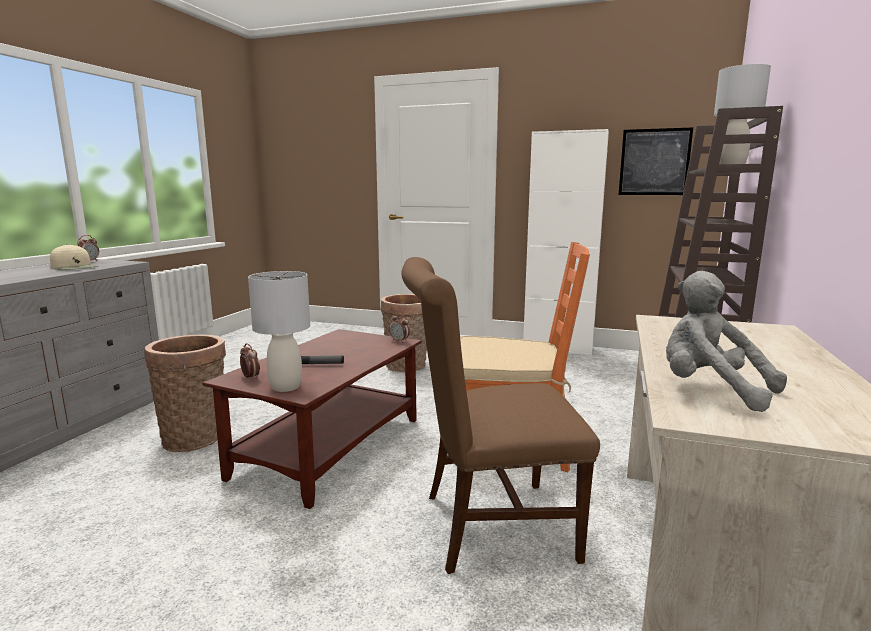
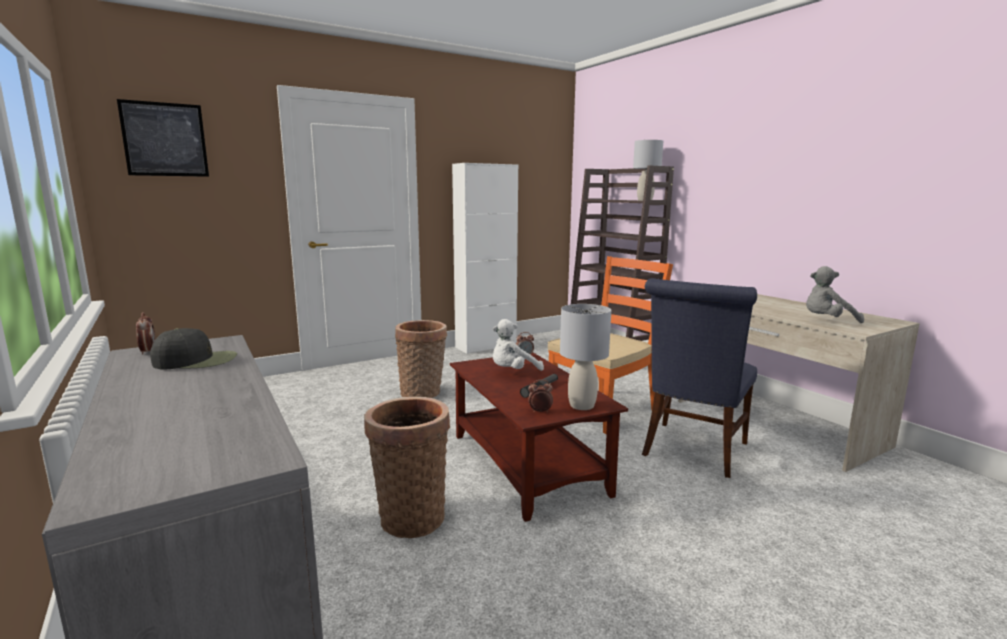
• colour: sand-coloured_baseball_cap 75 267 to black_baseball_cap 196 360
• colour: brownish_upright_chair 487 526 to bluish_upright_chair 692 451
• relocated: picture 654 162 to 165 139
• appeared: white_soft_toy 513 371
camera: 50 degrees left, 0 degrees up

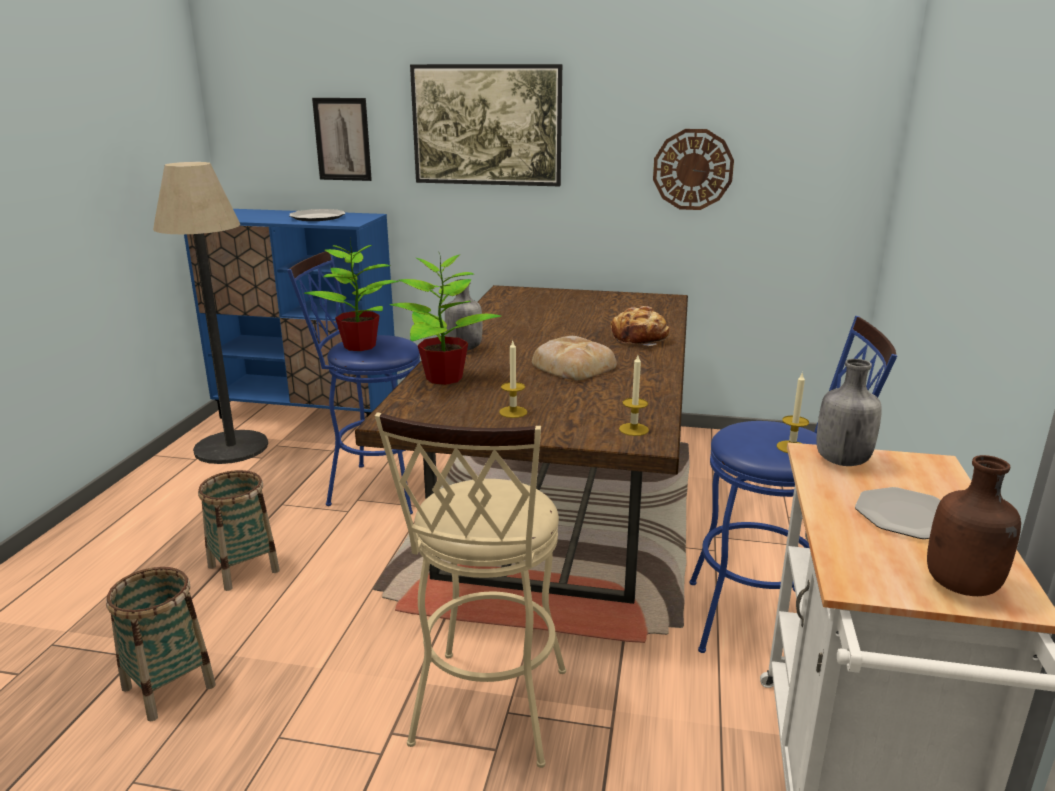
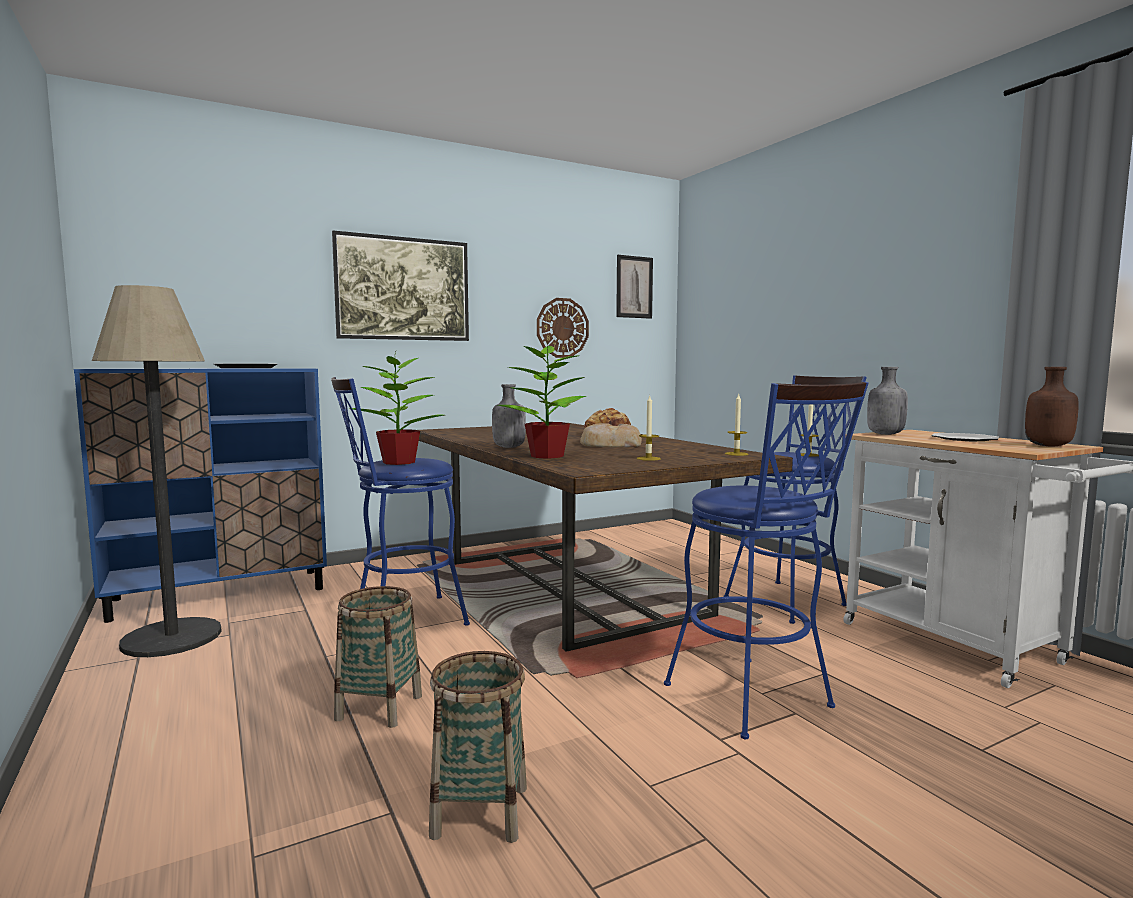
• relocated: picture 342 139 to 634 287
• colour: sand-coloured_stool 486 717 to bluish_stool 756 701
camera: 40 degrees left, 15 degrees down

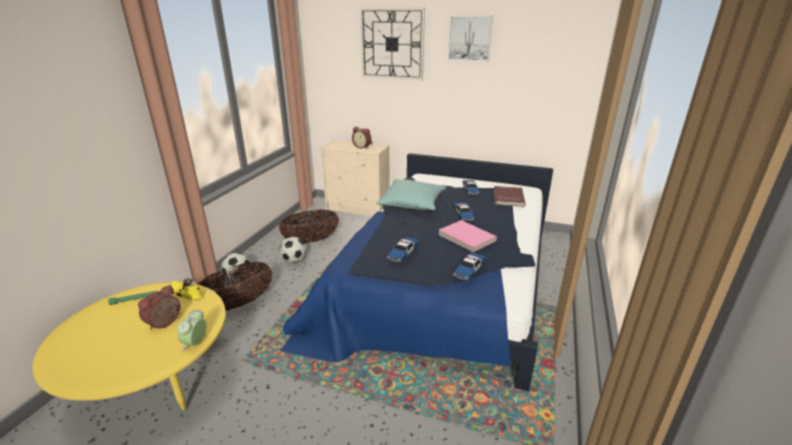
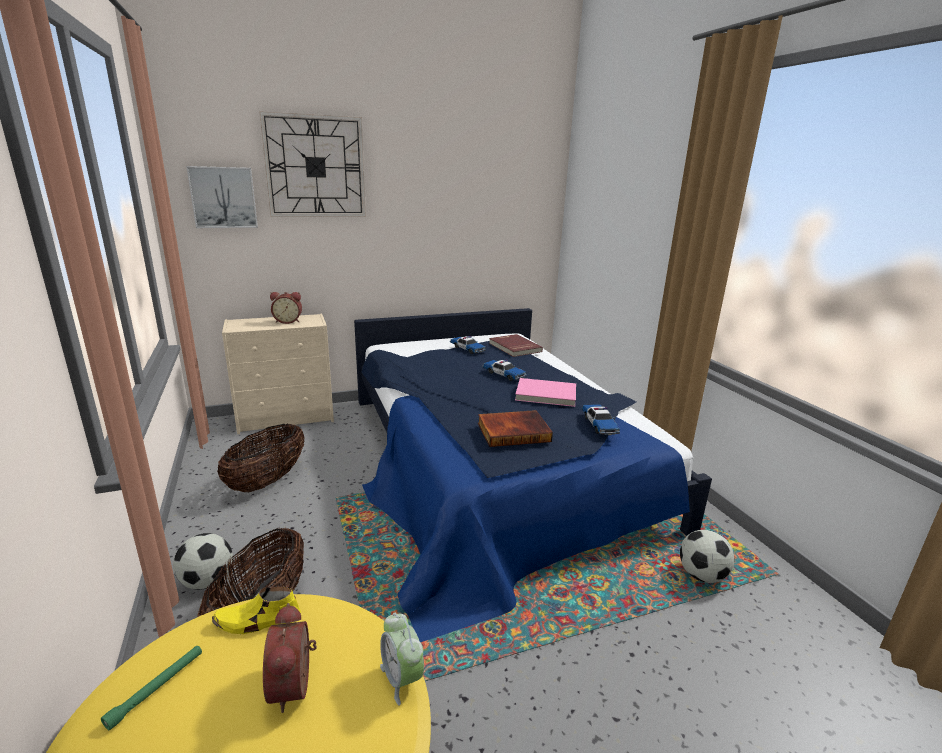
• relocated: football_ball 294 260 to 701 575
• missing: turquoise-coloured_cushion 412 204
• exchanged: model_car 403 253 to volume 513 431
• relocated: picture 470 38 to 223 197
camera: 40 degrees left, 5 degrees down

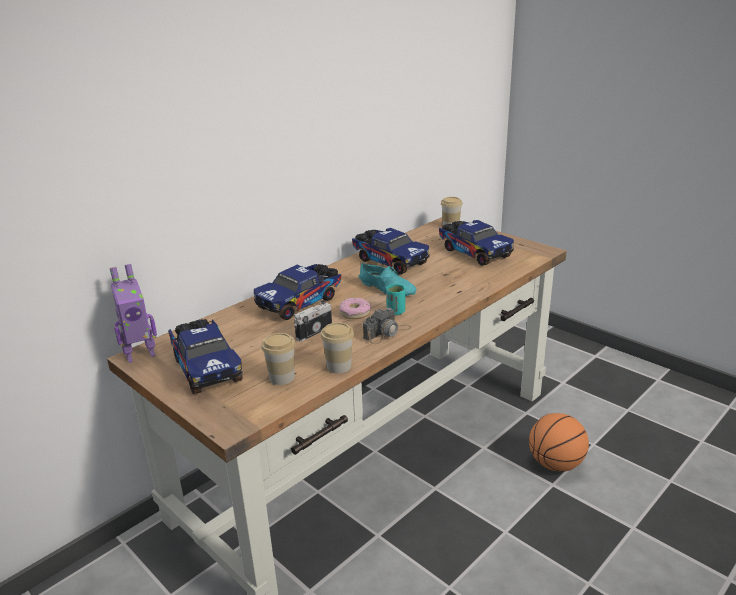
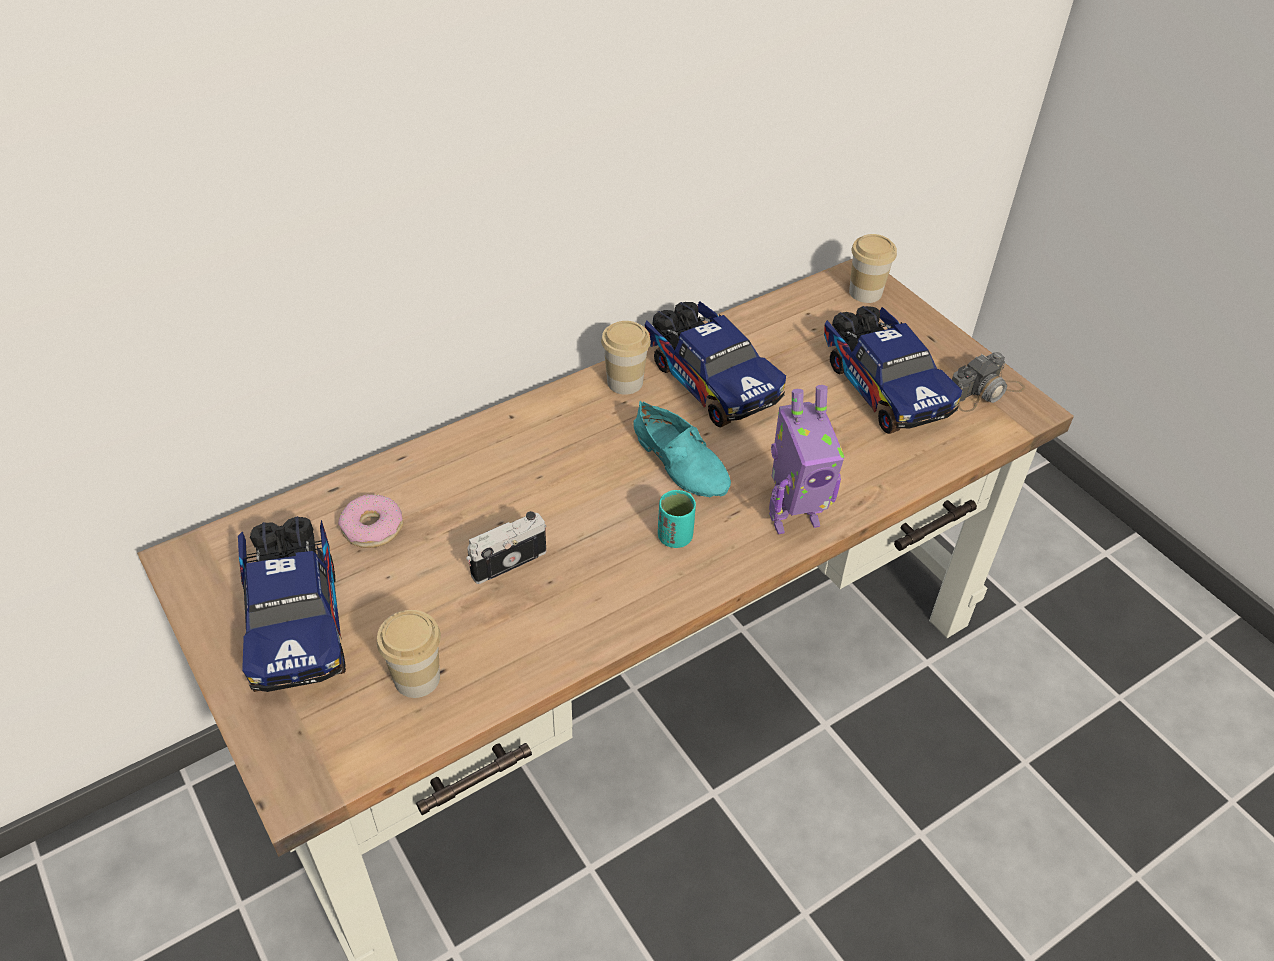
• relocated: robot_figure 140 354 to 793 517
• missing: toy_truck 301 302
• relocated: cup 339 366 to 625 382
• relocated: ring_doughnut 355 313 to 372 528
• relocated: photo_camera 387 332 to 985 392
• missing: basketball 555 464
camera: 10 degrees right, 20 degrees up

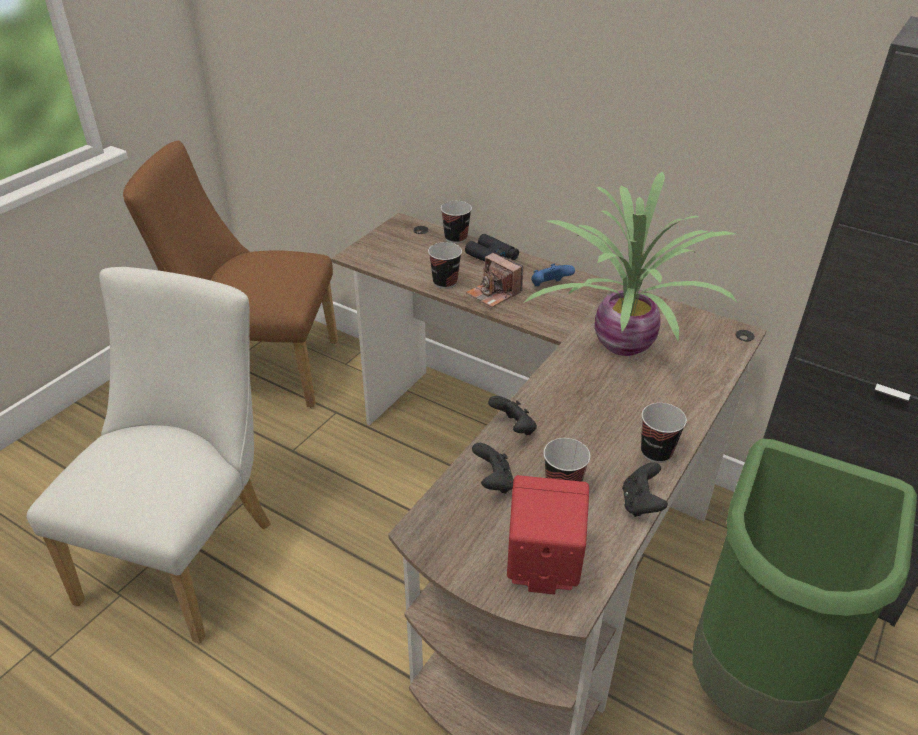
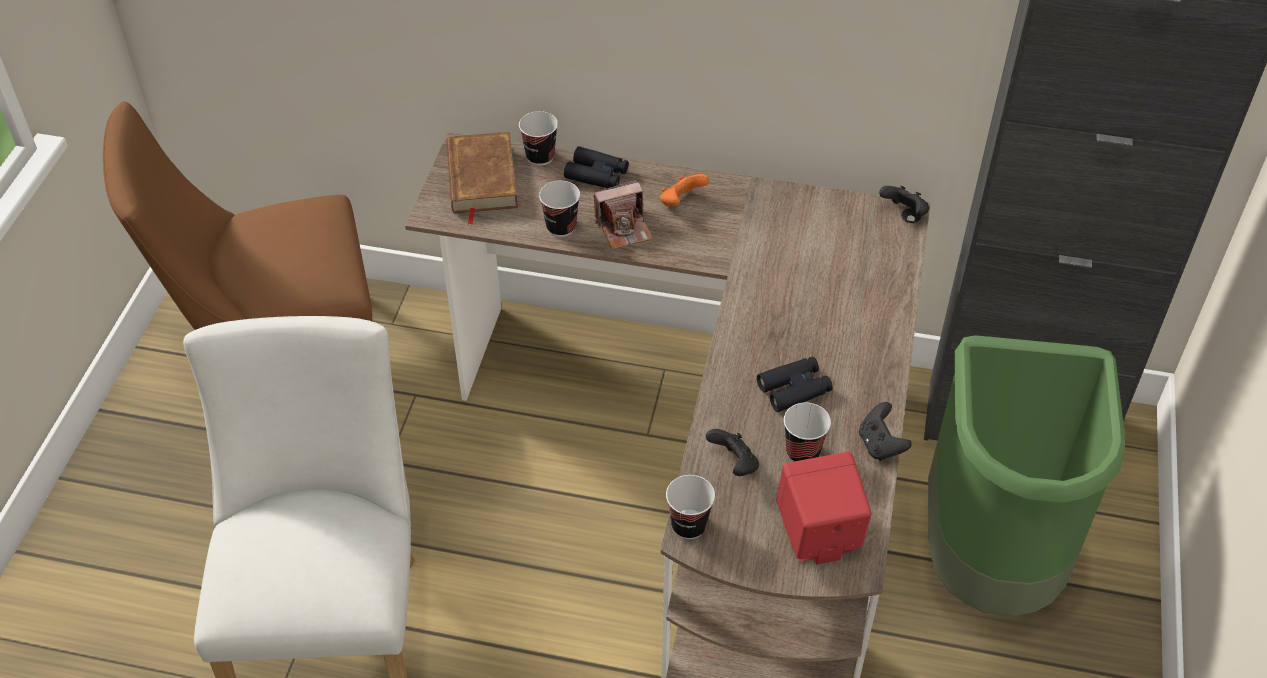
• spun: photo_camera 494 293 = 624 228 45 degrees counterclockwise
• relocated: black_joypad 514 428 to 904 212
• missing: houseplant 619 344
• colour: bluish_joypad 549 286 to orangey_joypad 681 202
• relocated: cup 656 452 to 689 525
• appeared: brownish_volume 481 179
• appeared: black_binoculars 794 389
camera: 20 degrees left, 10 degrees up

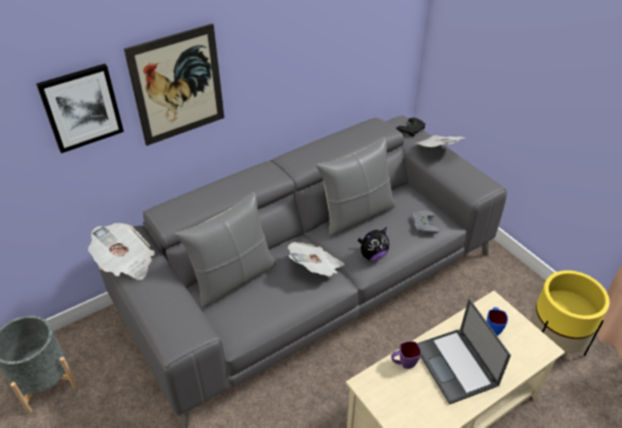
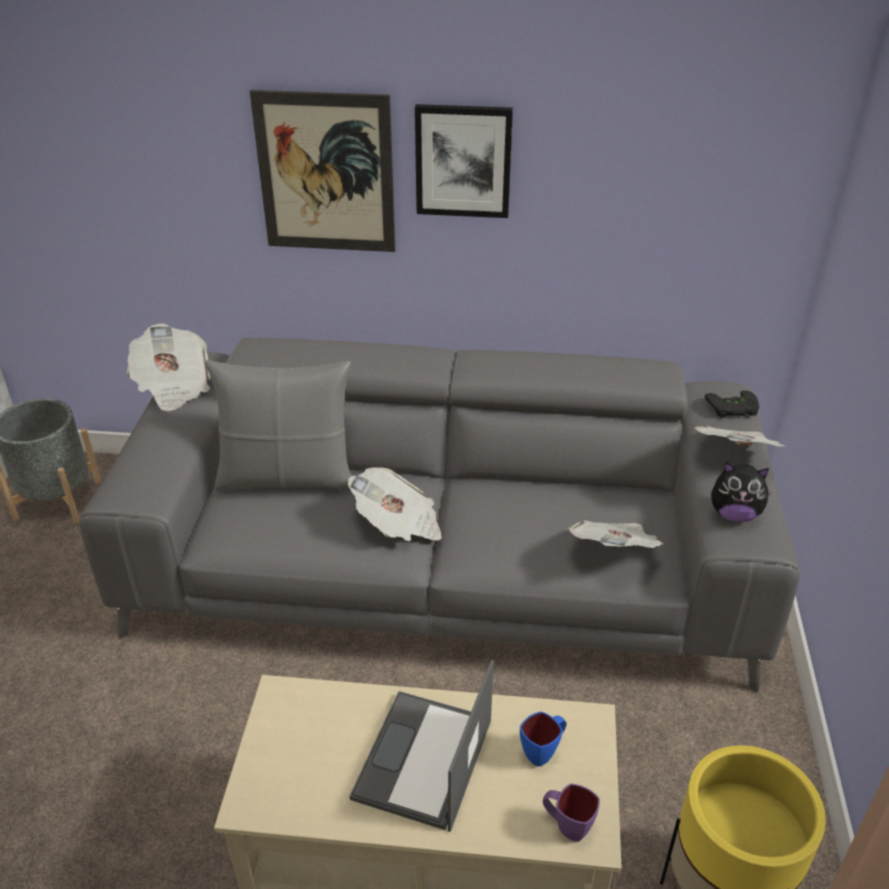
• relocated: picture 81 107 to 463 161
• missing: gray_cushion 356 214
• relocated: soft_toy 372 255 to 734 514
• relocated: purple_tea_mug 403 364 to 566 826
• exchanged: gray_joypad 422 224 to printed_paper 614 552
camera: 40 degrees right, 5 degrees down

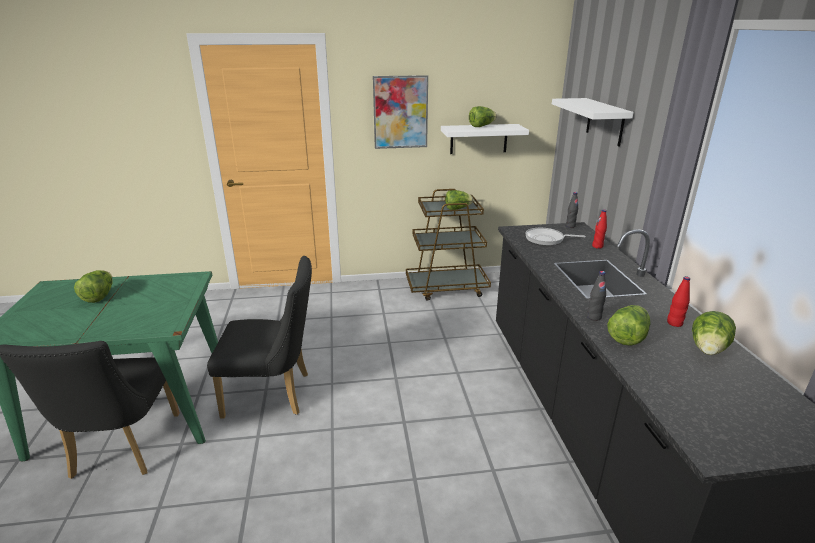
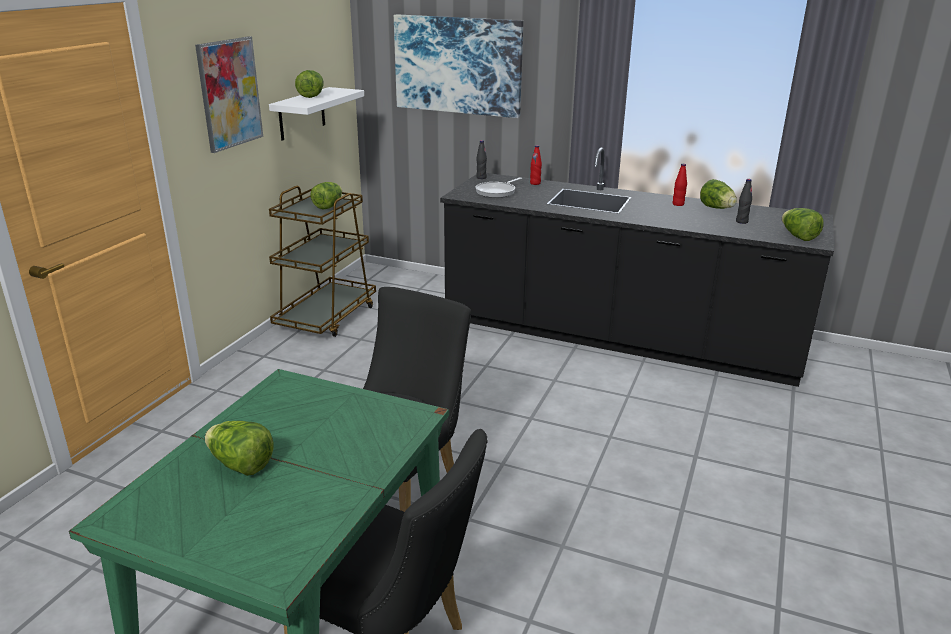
• exchanged: white_shelf 605 121 to picture 458 65
• relocated: black_beverage_bottle 594 317 to 741 222
• relocated: head_of_lettuce 627 337 to 798 236
camera: 60 degrees left, 0 degrees up

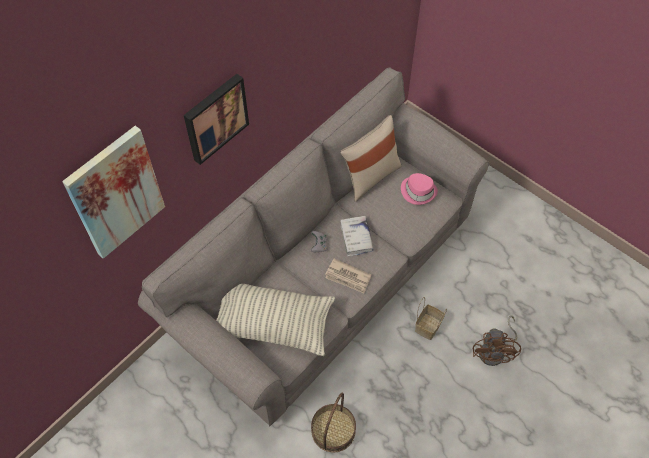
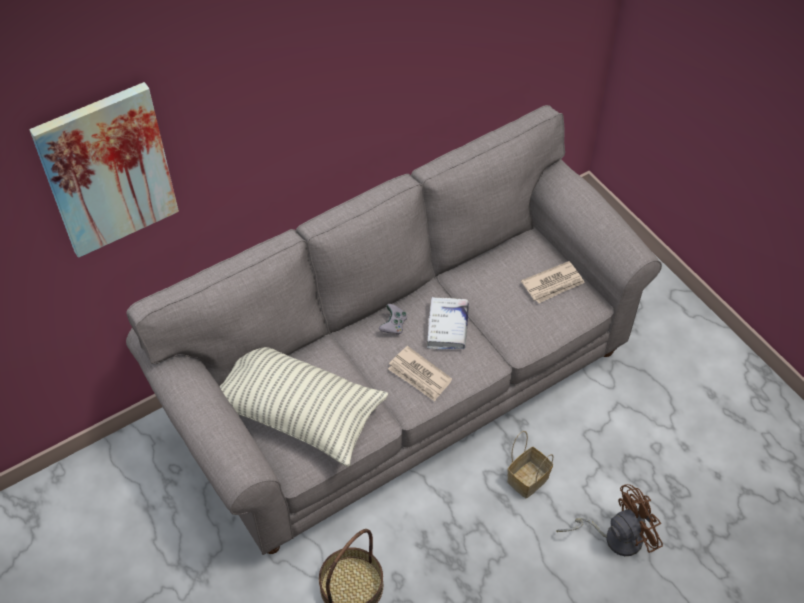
• missing: picture 215 117
• missing: sand-coloured_cushion 370 176
• exchanged: pinkish_clothing_hat 418 191 to printed_paper 553 284
• spun: brownish_fan 495 351 = 615 536 135 degrees counterclockwise
camera: 15 degrees right, 5 degrees down

